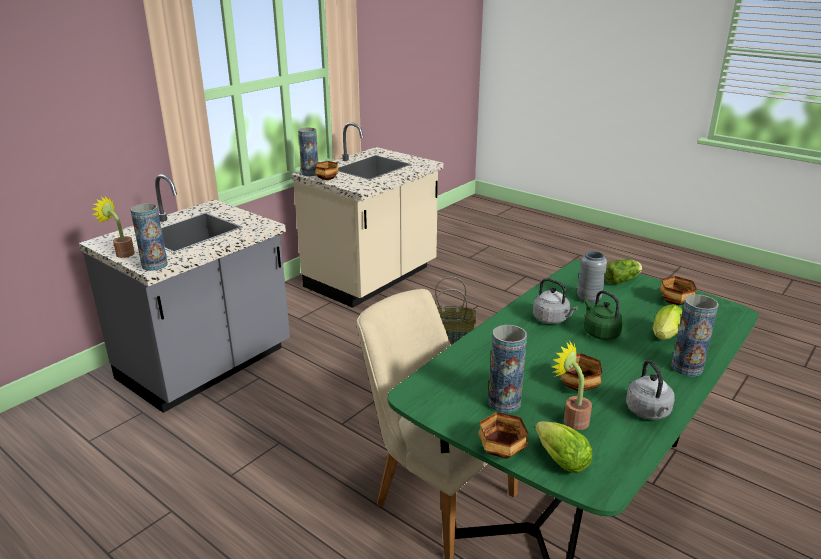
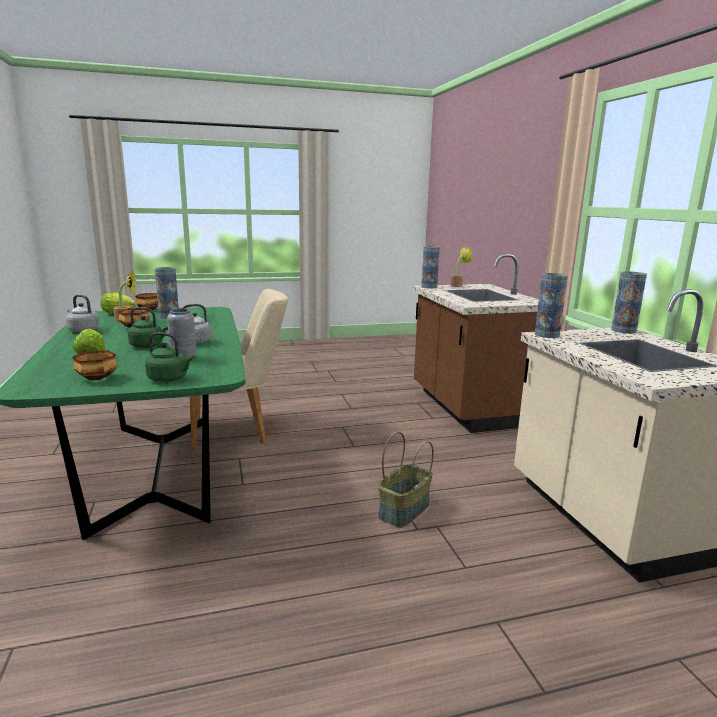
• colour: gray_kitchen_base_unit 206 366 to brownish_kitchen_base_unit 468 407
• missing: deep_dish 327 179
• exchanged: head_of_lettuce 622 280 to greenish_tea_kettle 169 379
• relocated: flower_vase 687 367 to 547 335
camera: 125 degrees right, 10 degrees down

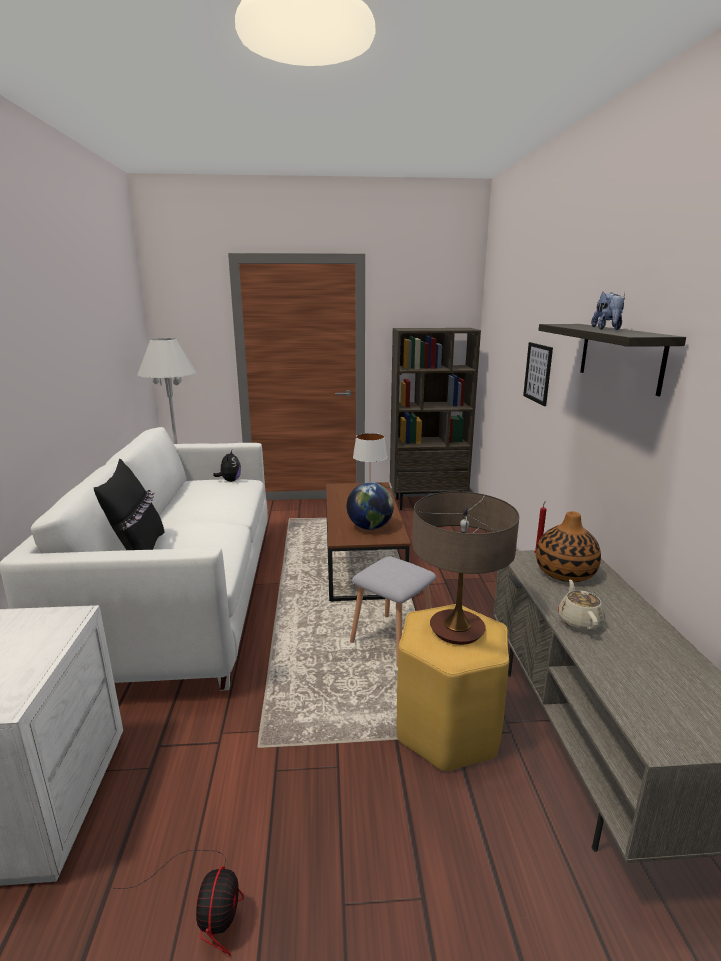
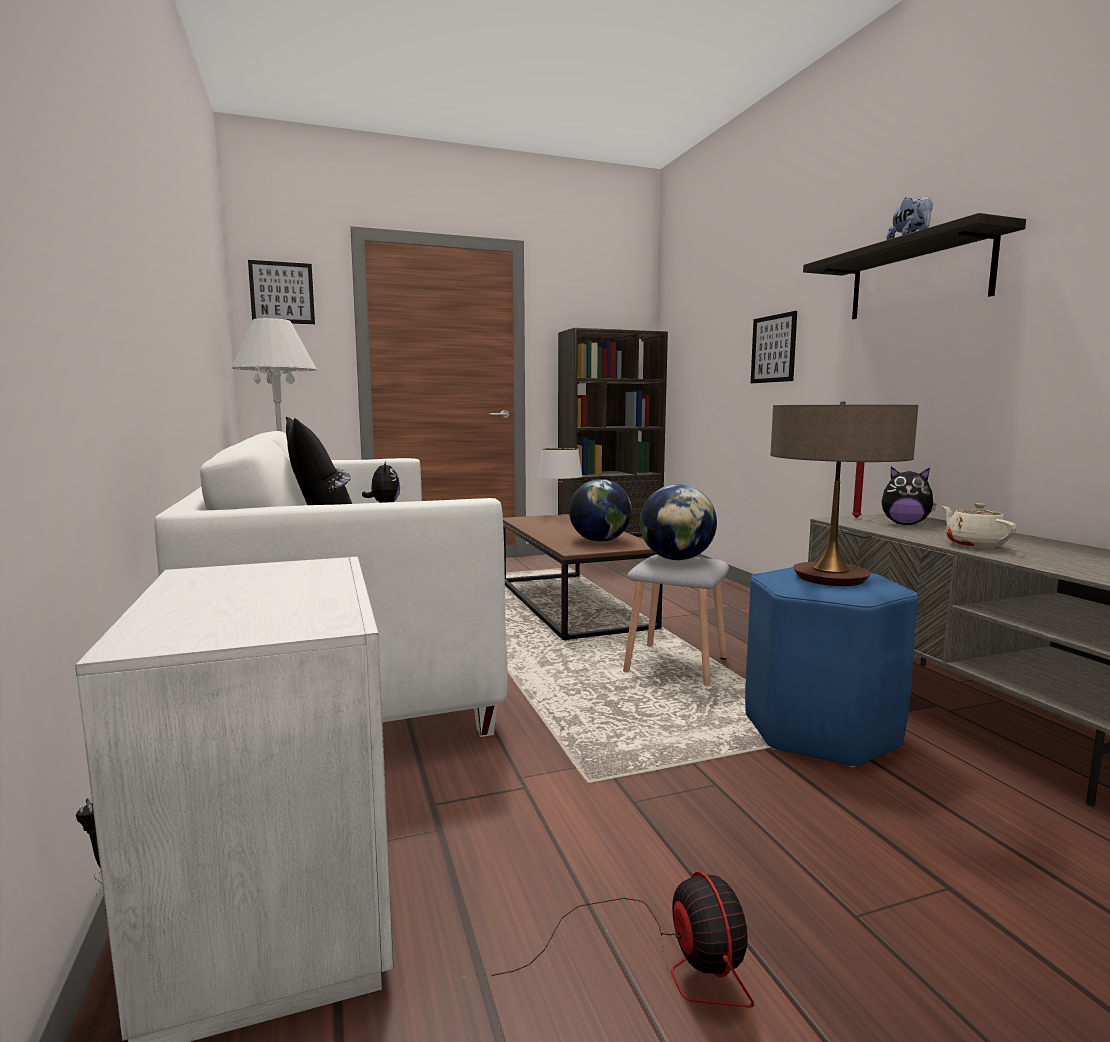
• colour: yellowish_stool 447 728 to bluish_stool 819 730
• exchanged: flower_vase 565 573 to soft_toy 905 524
• appeared: picture 282 292
• appeared: desk_globe 676 559
camera: 15 degrees left, 10 degrees down

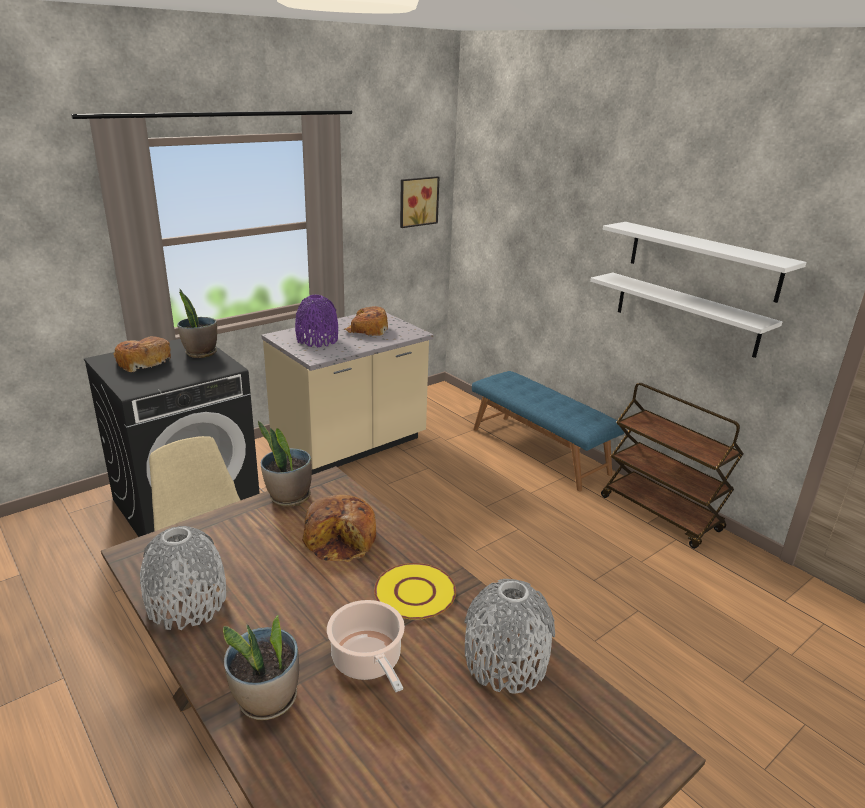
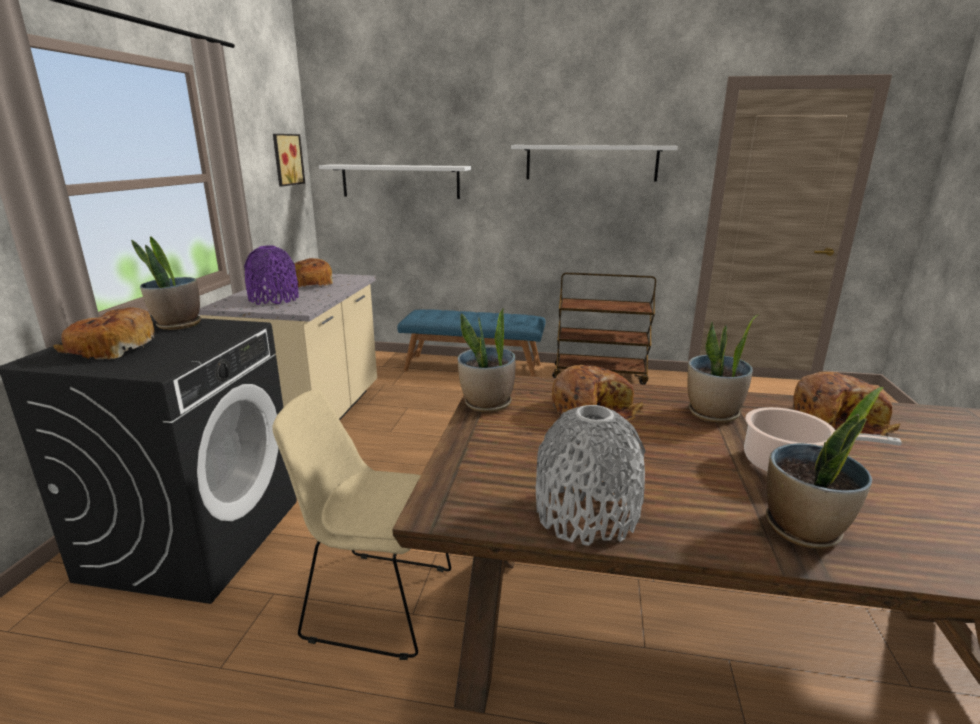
• exchanged: yellowish_flat_dish 415 592 to houseplant 713 414
• exchanged: gray_flower_vase 505 661 to bakery_bread 839 420
• relocated: white_shelf 685 313 to 400 181
camera: 40 degrees left, 5 degrees down

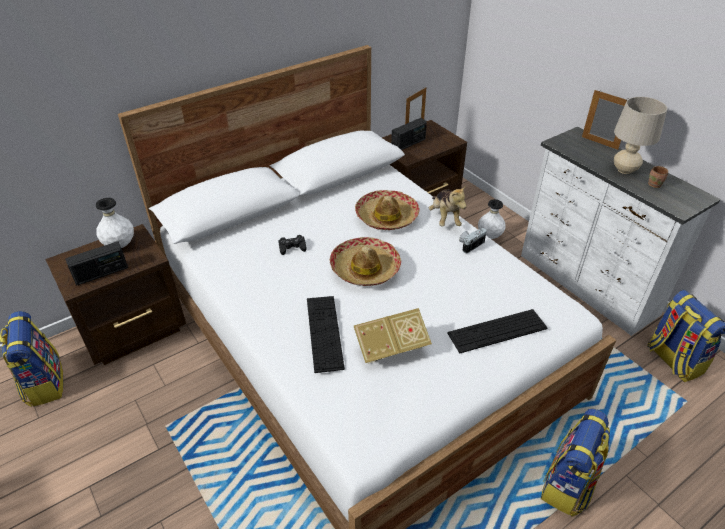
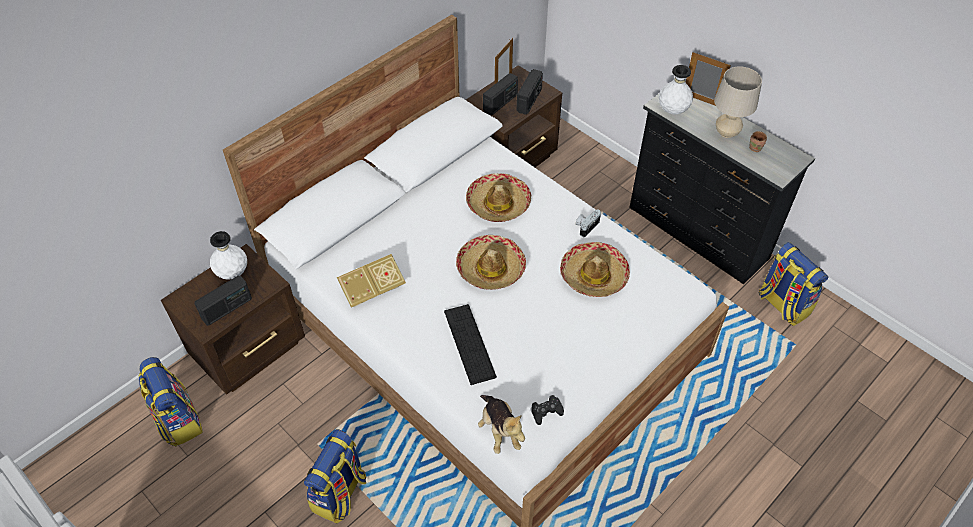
• relocated: black_joypad 292 247 to 546 411
• relocated: volume 391 347 to 372 289
• relocated: soft_toy 445 218 to 499 430
• missing: computer_keyboard 497 331
• relocated: white_flower_vase 489 236 to 672 110
• colour: white_drawer_chest 586 285 to black_drawer_chest 697 234
• relocated: knapsack 568 486 to 340 494
• appeared: radio 529 100
• appeared: clothing_hat 594 276
camera: 10 degrees left, 10 degrees up

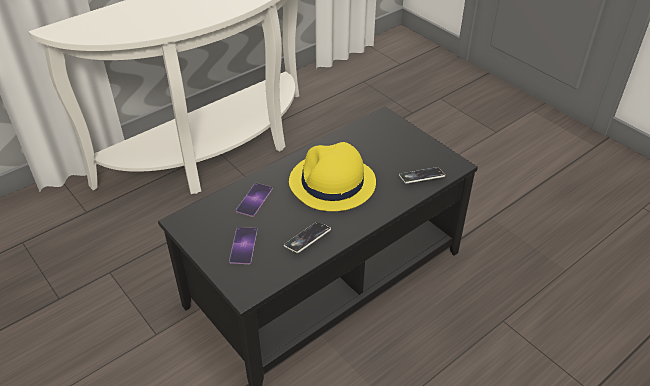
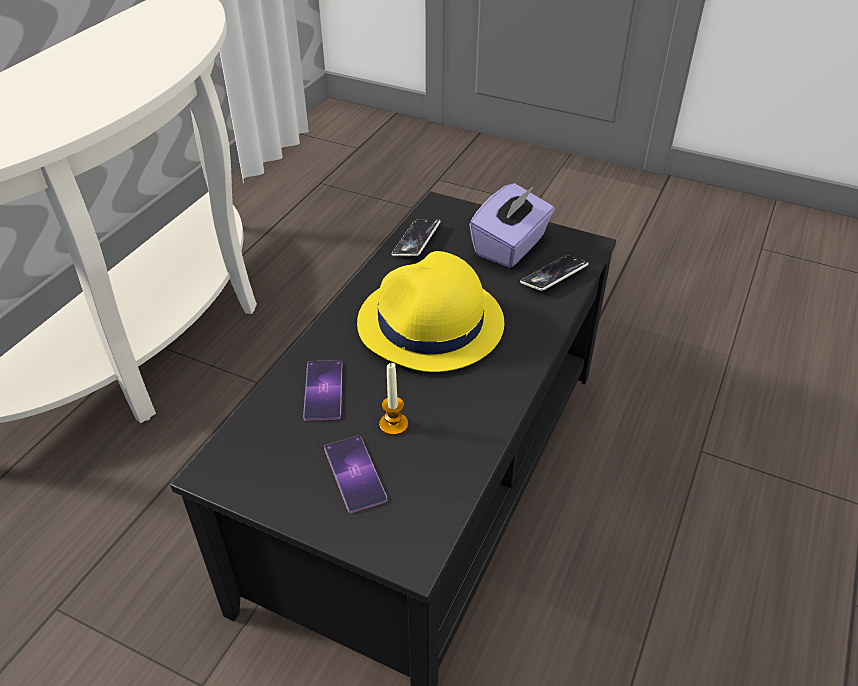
• relocated: phone 307 239 to 416 241
• appeared: candle 393 424
• appeared: purple_box_of_tissues 510 246
camera: 25 degrees left, 0 degrees up

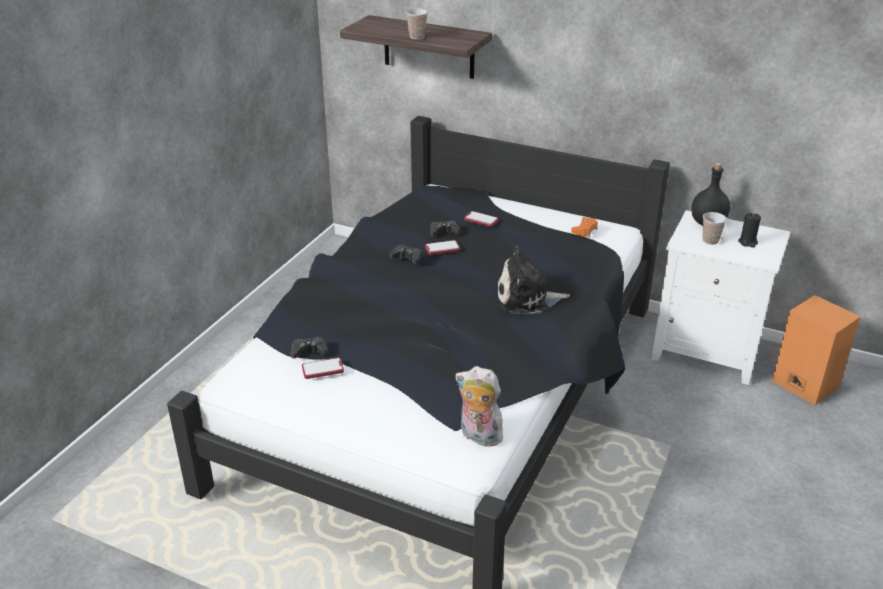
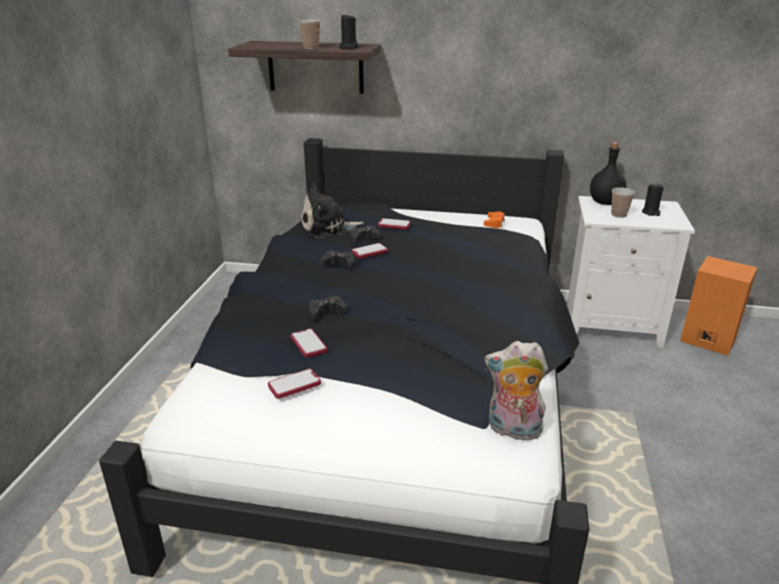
• relocated: black_joypad 309 351 to 326 312
• relocated: soft_toy 527 299 to 328 228
• appeared: phone 308 344
• appeared: black_candle 348 47
camera: 15 degrees left, 5 degrees down

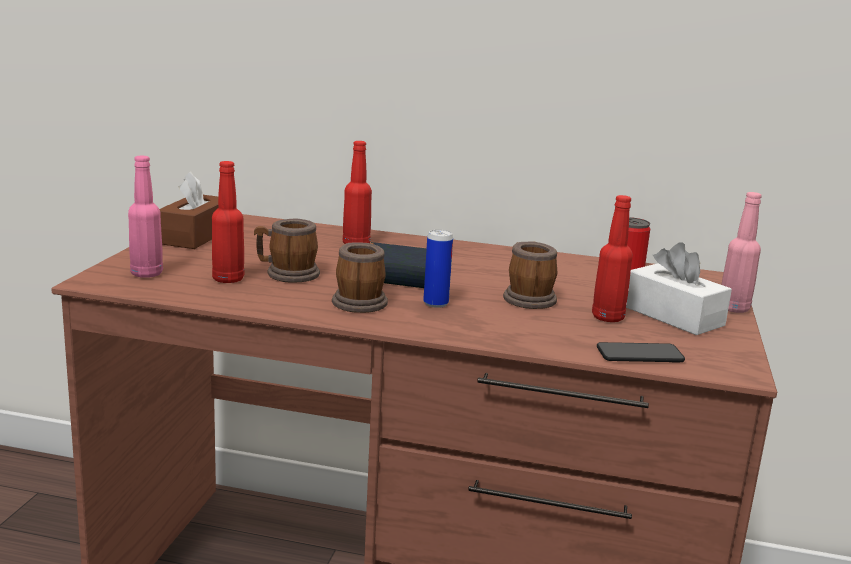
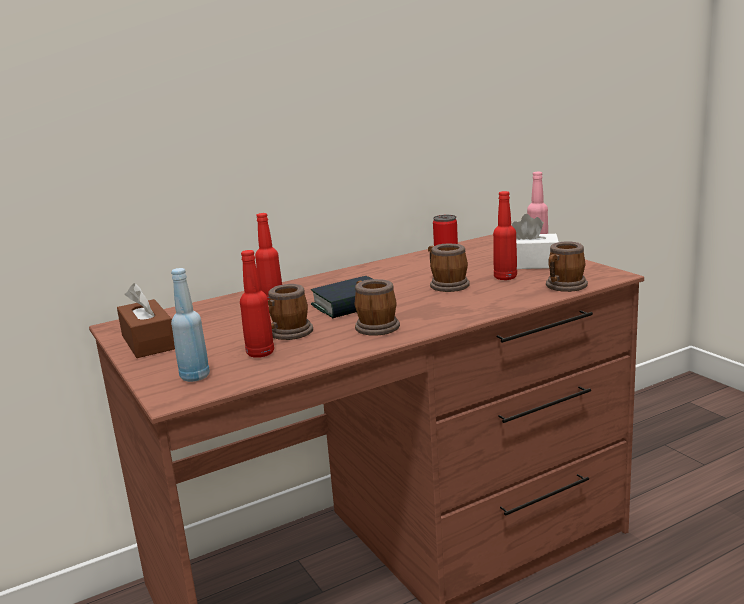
• colour: pinkish_beverage_bottle 147 274 to bluish_beverage_bottle 195 376
• missing: can 435 303
• exchanged: phone 639 354 to tea_mug 564 287
camera: 40 degrees left, 0 degrees up

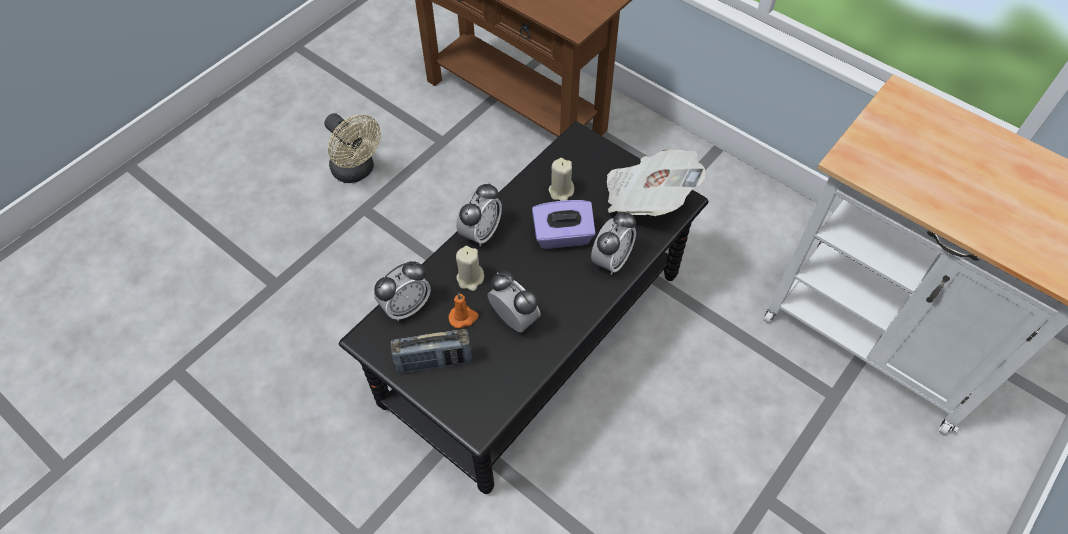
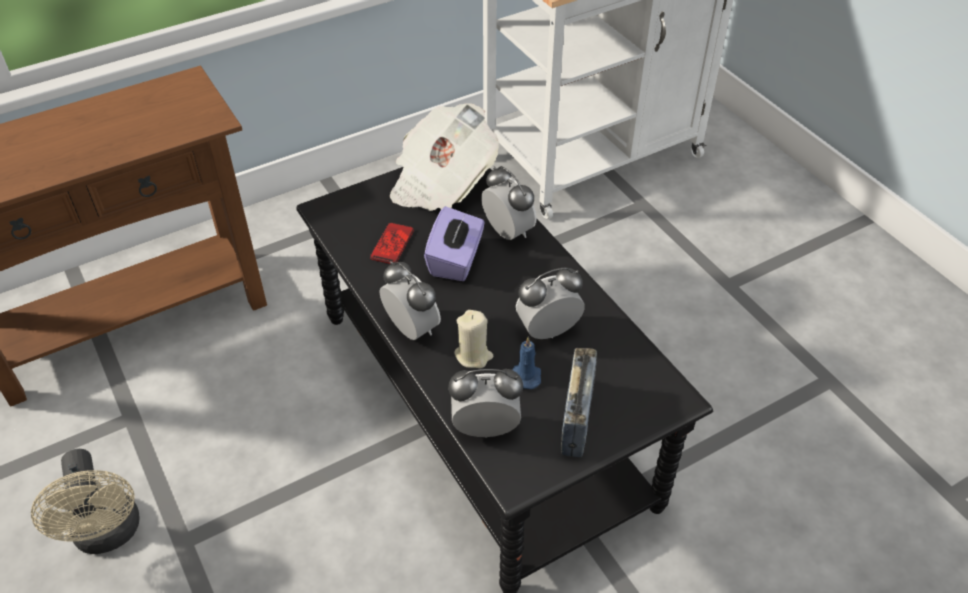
• spun: sand-coloured_fan 357 171 = 108 535 90 degrees clockwise
• spun: table_clock 406 307 = 485 428 75 degrees counterclockwise
• colour: orangey_candle 463 317 to bluish_candle 526 375
• exchanged: sand-coloured_candle 561 191 to phone 392 244
camera: 70 degrees left, 10 degrees down

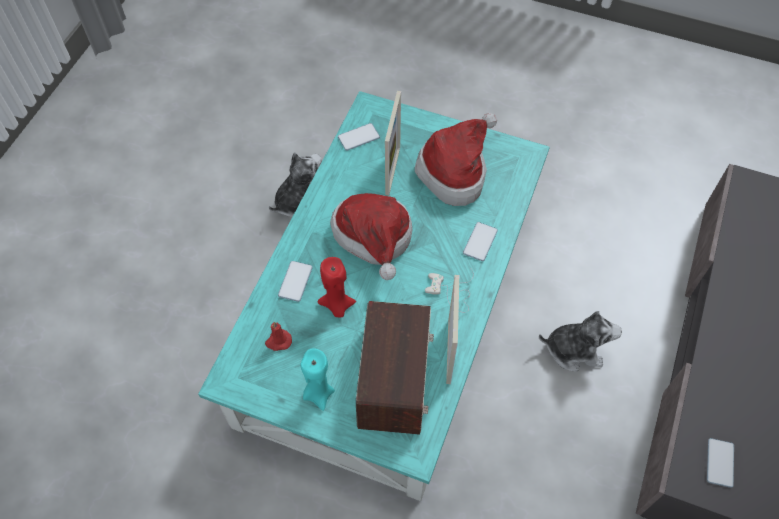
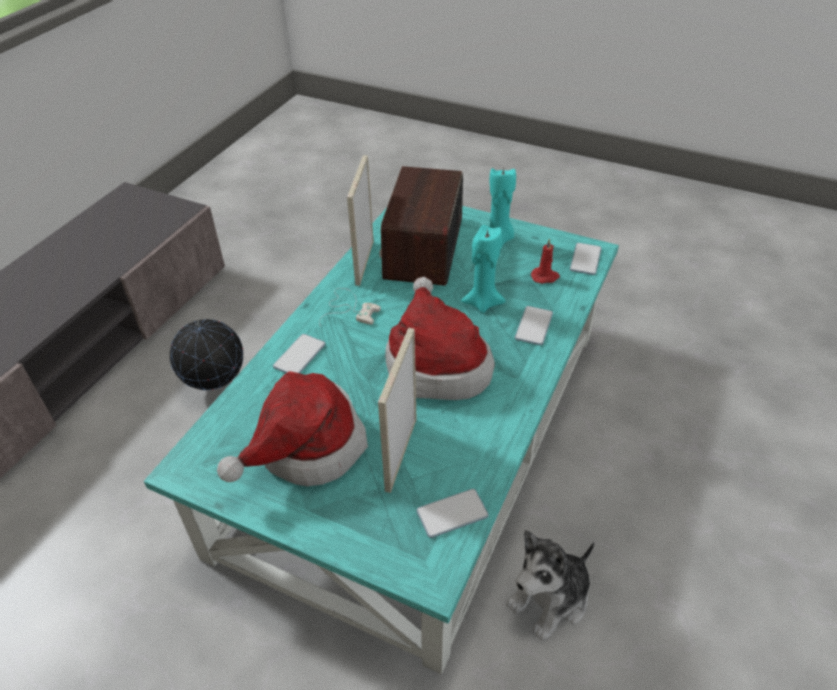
• colour: red_candle 337 306 to turquoise-coloured_candle 482 302
• exchanged: soft_toy 574 349 to desk_globe 216 385
• relocated: phone 719 463 to 585 259
camera: 175 degrees left, 15 degrees down

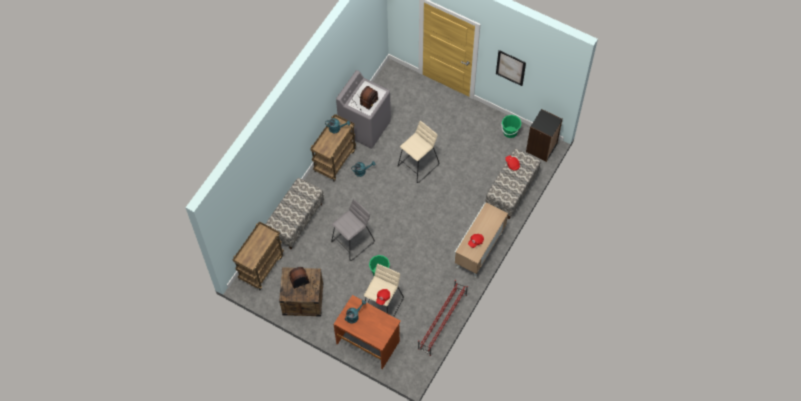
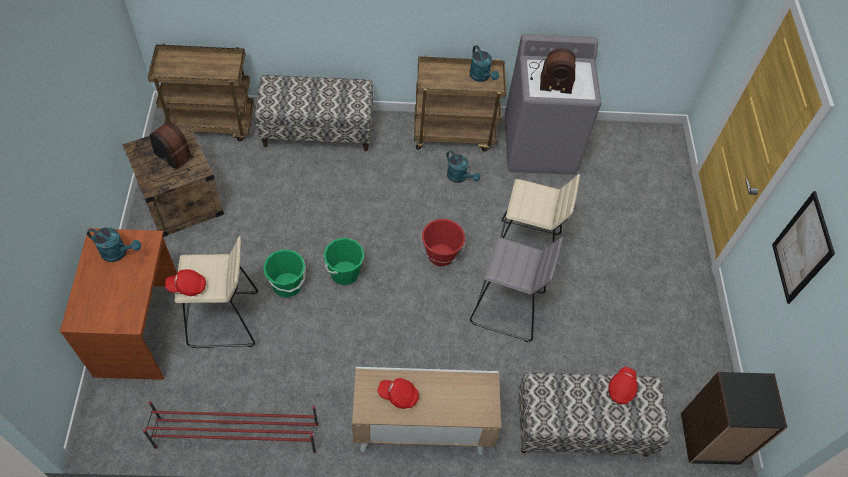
• relocated: gray_stool 353 242 to 508 308
• relocated: greenish_water_bucket 510 132 to 344 273
• appeared: red_water_bucket 441 255
camera: 55 degrees right, 5 degrees down

